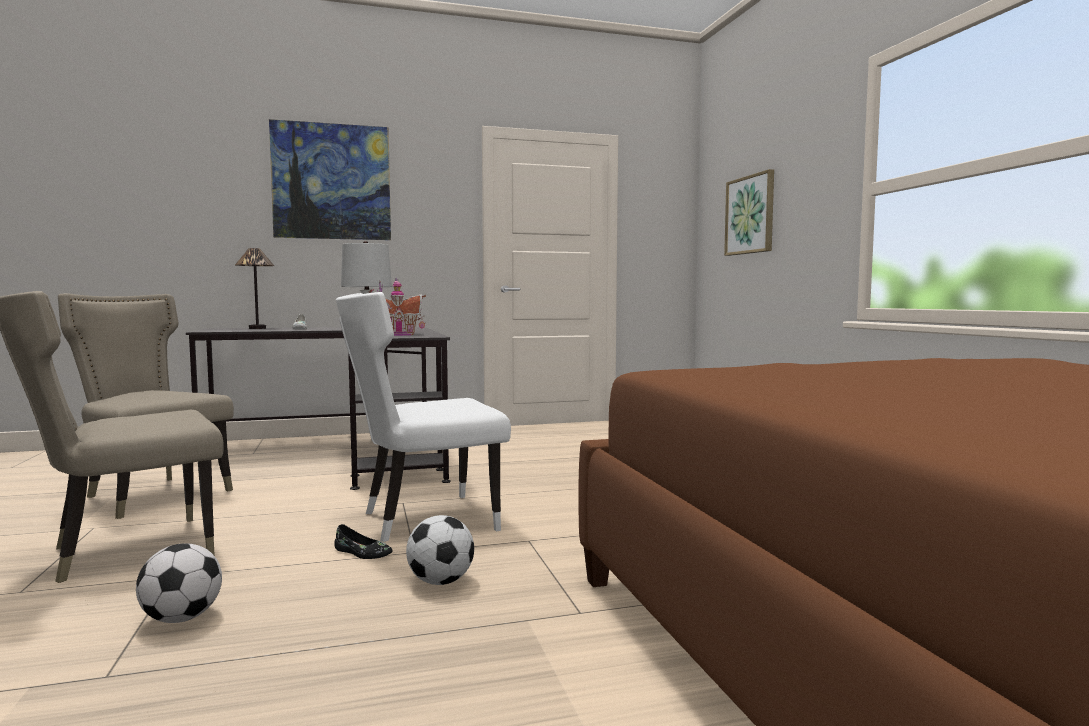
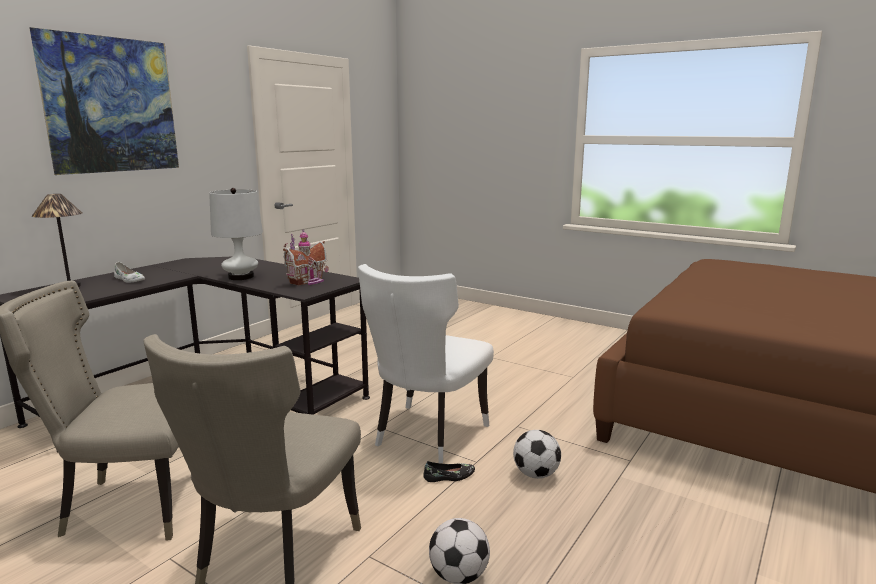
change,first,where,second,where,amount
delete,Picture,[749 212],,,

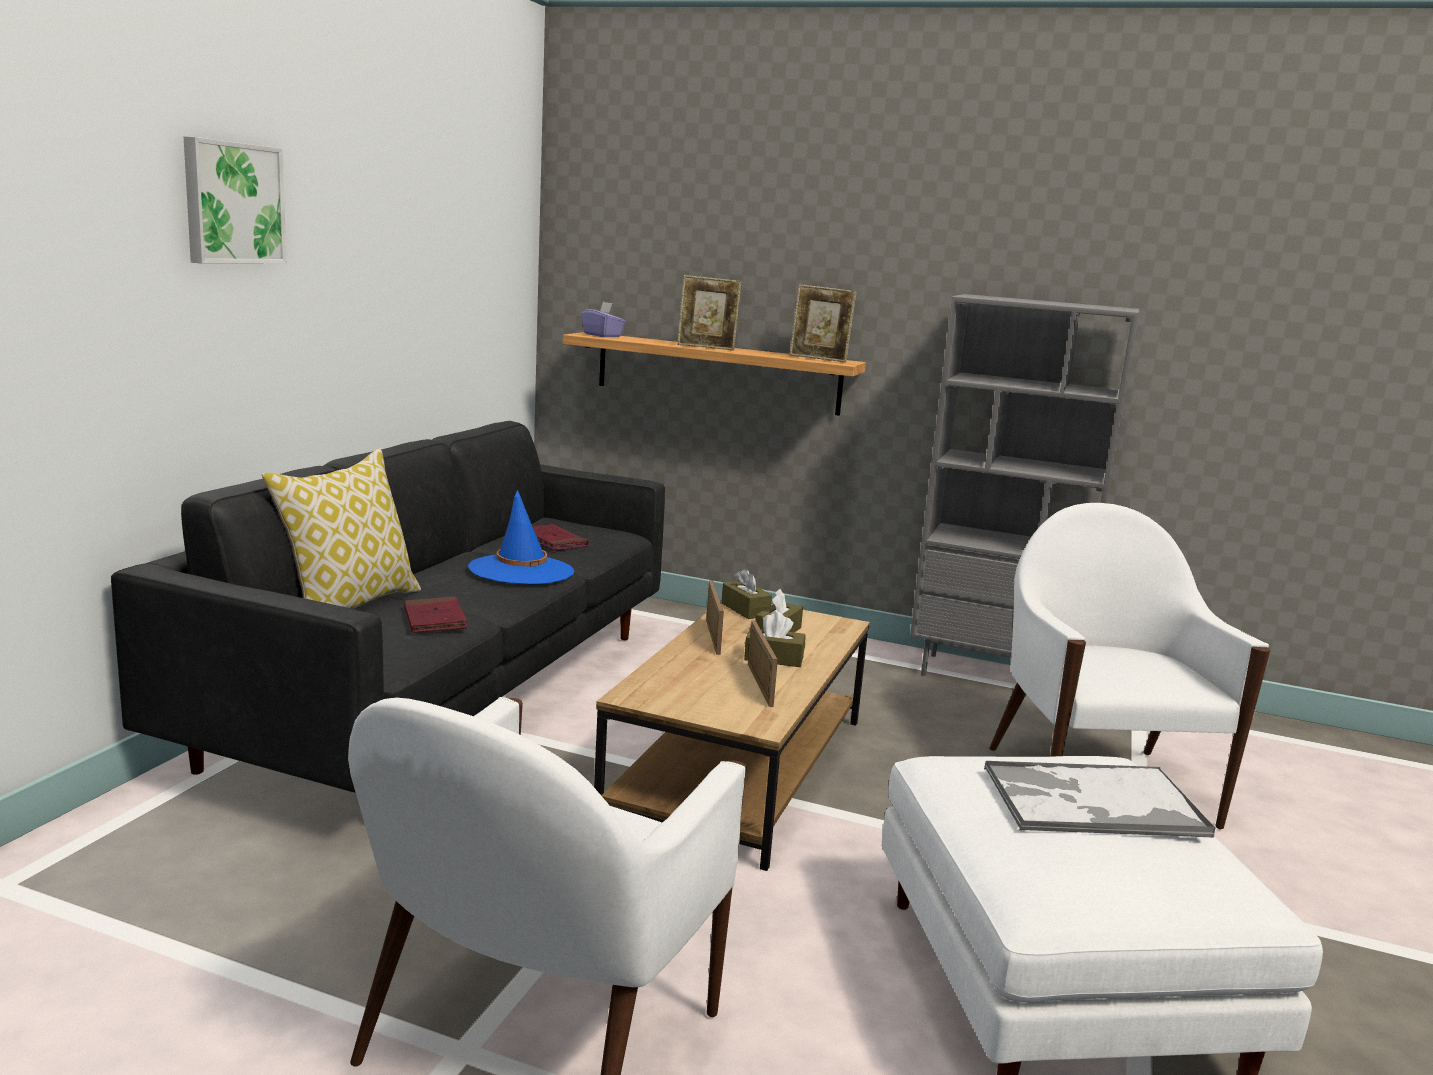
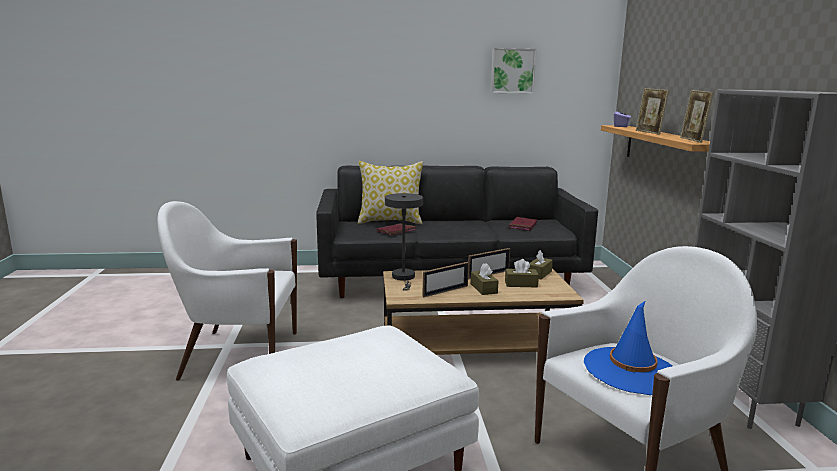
change,first,where,second,where,amount
delete,Tray,[1099 799],,,
insert,,,GreyTableLamp,[404 242],
move,Picture,[235 200],,[514 71],
move,BlueHat,[521 537],,[628 348],

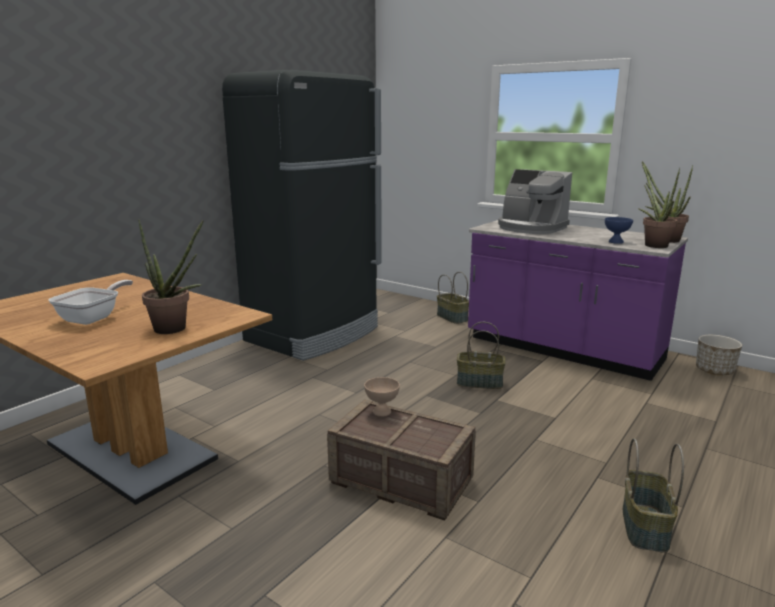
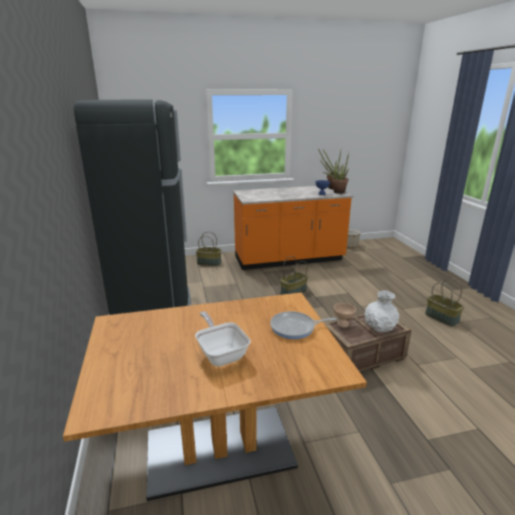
change,first,where,second,where,amount
delete,CoffeeMachine,[535 201],,,
insert,,,WhiteVase,[382 311],
replace,PottedPlant,[171 277],FryingPan,[303 325],
recolor,PurpleCounter,[578 300],OrangeCounter,[293 228],

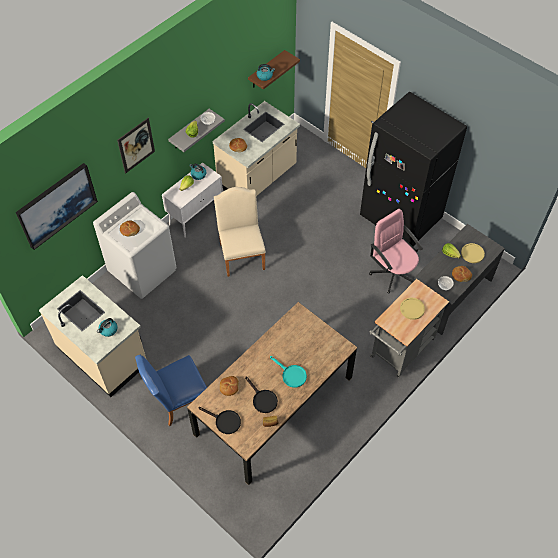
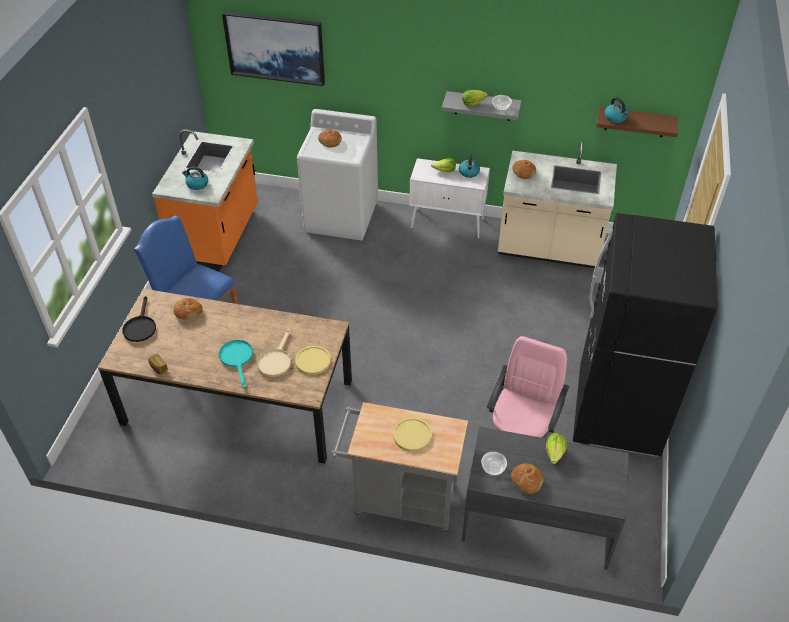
change,first,where,second,where,amount
delete,Picture,[136 145],,,
delete,BeigeChair,[240 232],,,
delete,BlackFryingPan,[261 395],,,
insert,,,BeigeFryingPan,[274 353],
move,YellowPlate,[473 253],,[313 360],
recolor,BeigeCounter,[93 336],OrangeCounter,[205 201],
rotate,TurquoiseFryingPan,[288 372],,[236 364],150 degrees clockwise

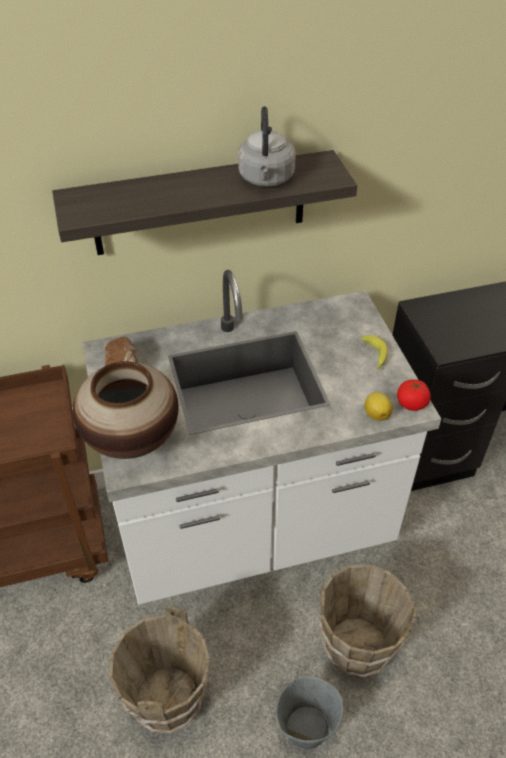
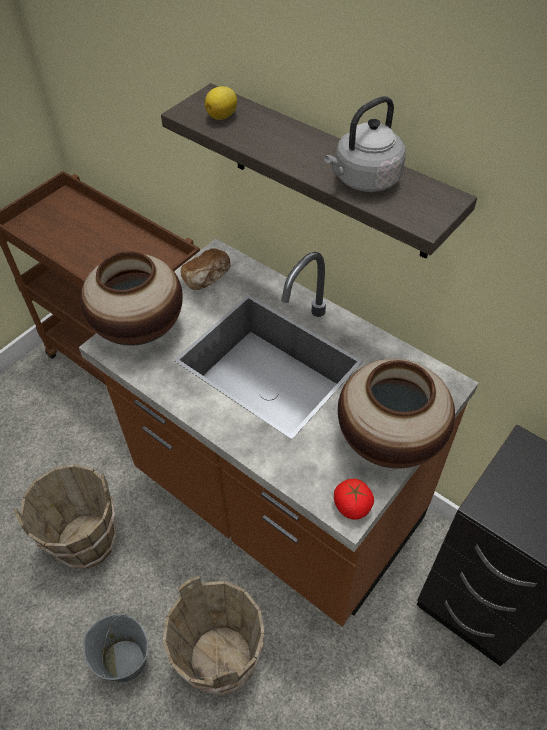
change,first,where,second,where,amount
move,Lemon,[379 406],,[221 103],
replace,Banana,[374 352],Vase,[396 414],
recolor,WhiteCounter,[261 437],BrownCounter,[278 432],

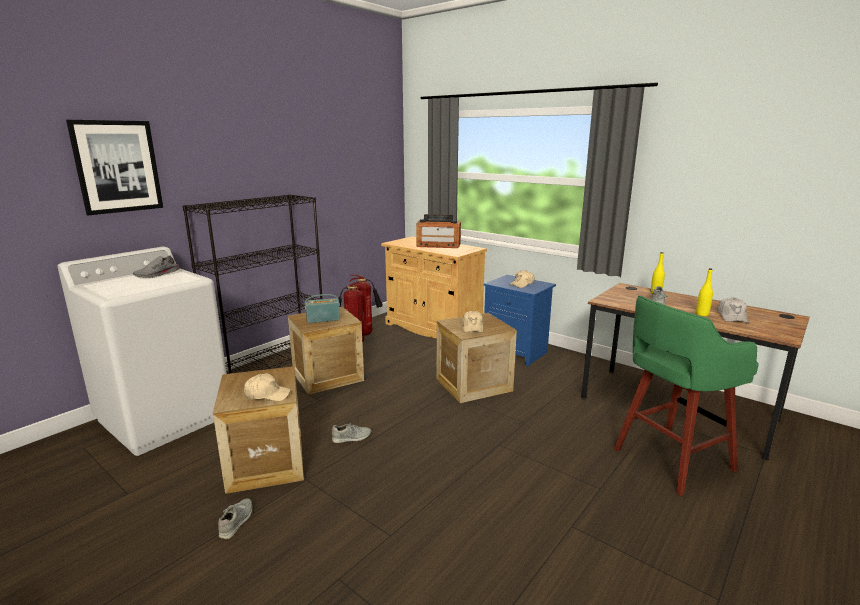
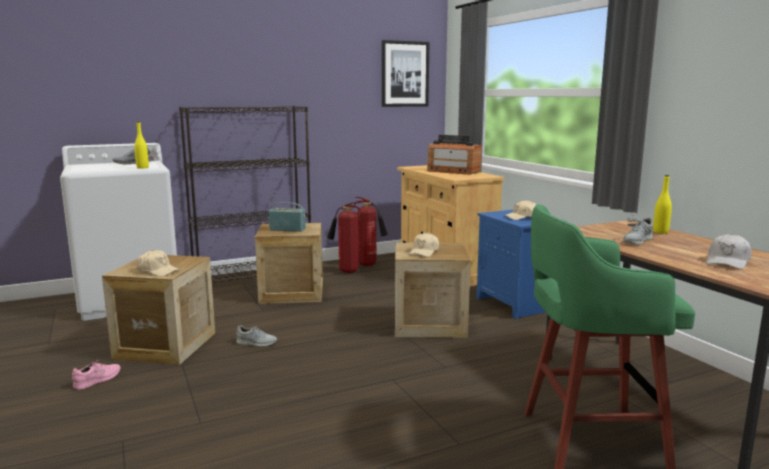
change,first,where,second,where,amount
move,Picture,[114 167],,[405 73],
move,YellowBottle,[704 292],,[141 145],
recolor,GreyShoe,[235 519],PinkShoe,[96 375],

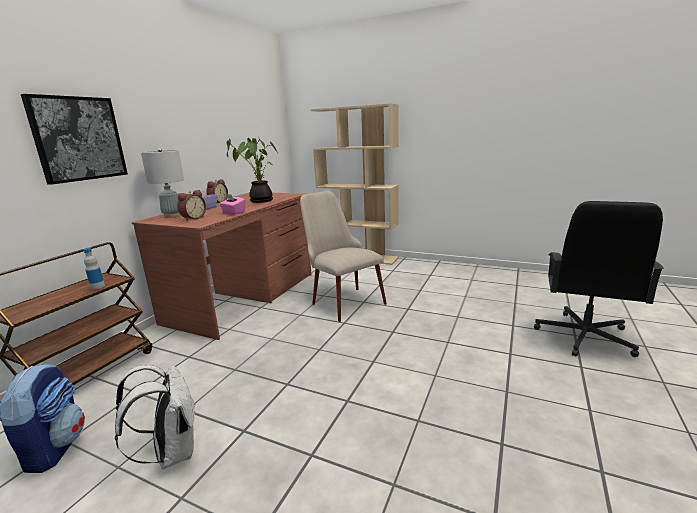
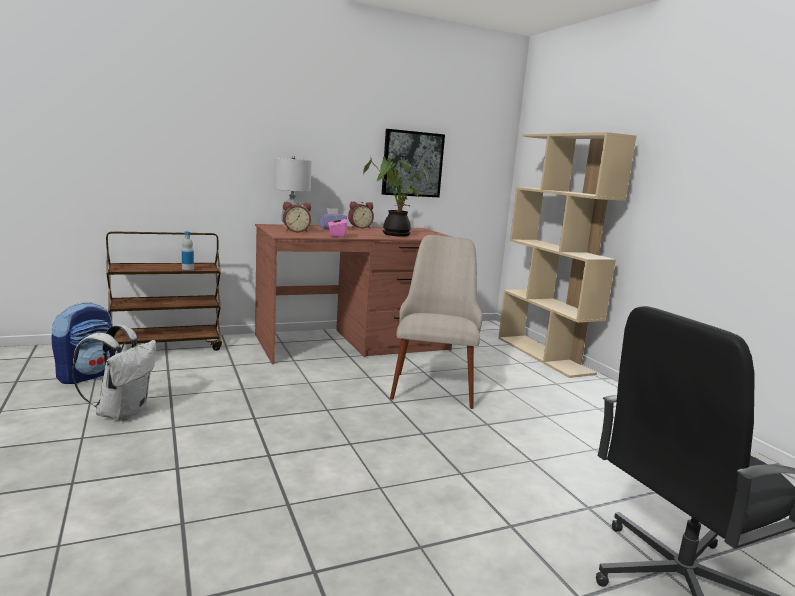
change,first,where,second,where,amount
move,Picture,[74 139],,[413 163],

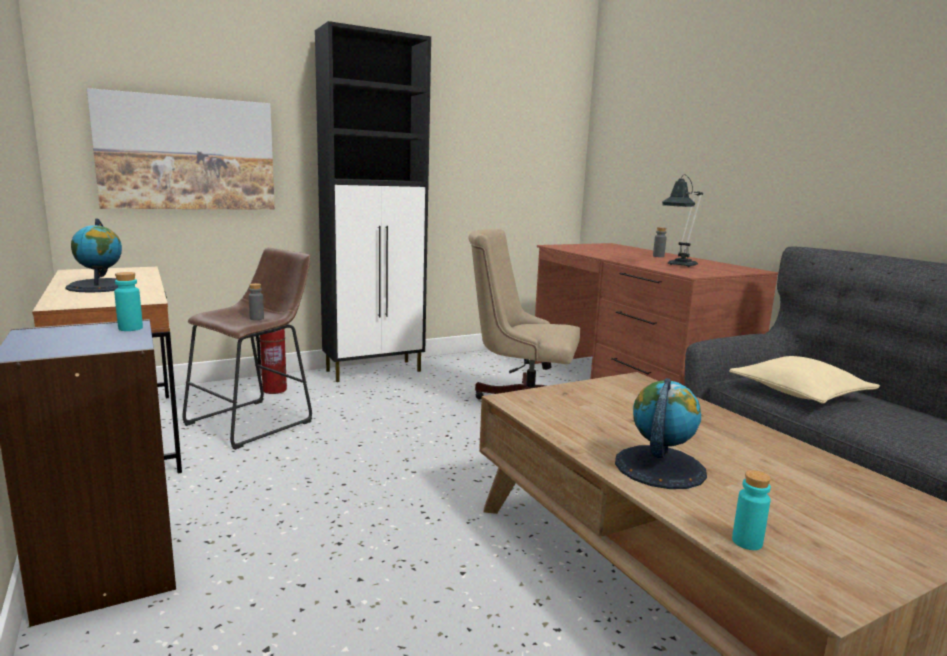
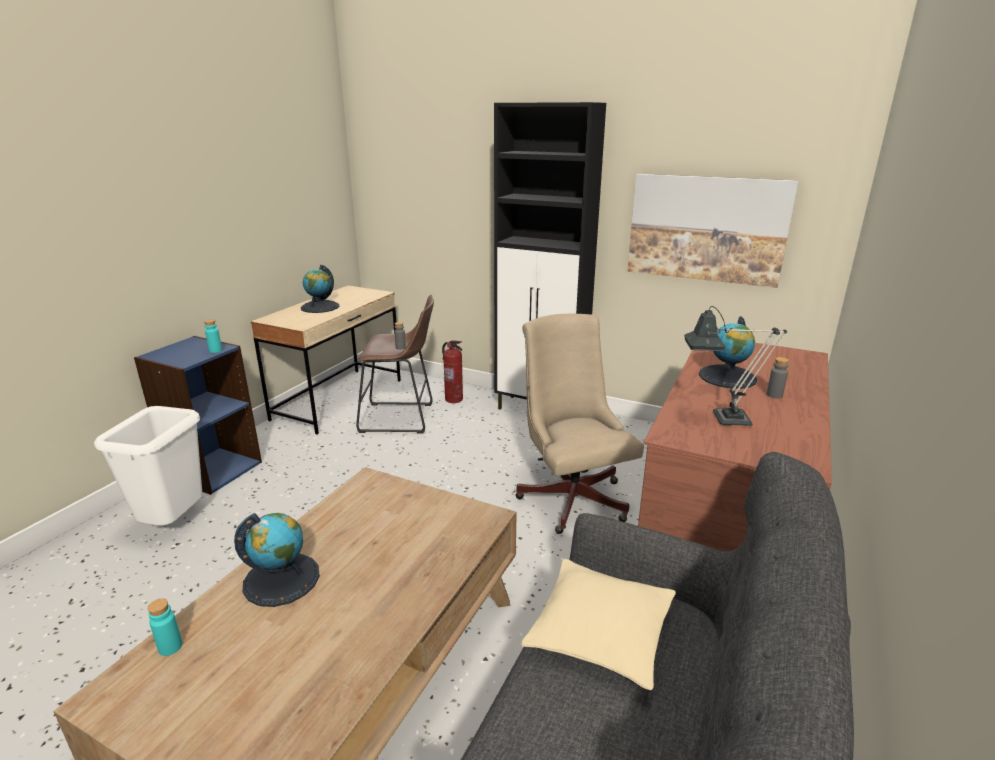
change,first,where,second,where,amount
insert,,,WhiteTrashCan,[148 466],
insert,,,Globe,[728 352],
move,Picture,[181 149],,[712 231],

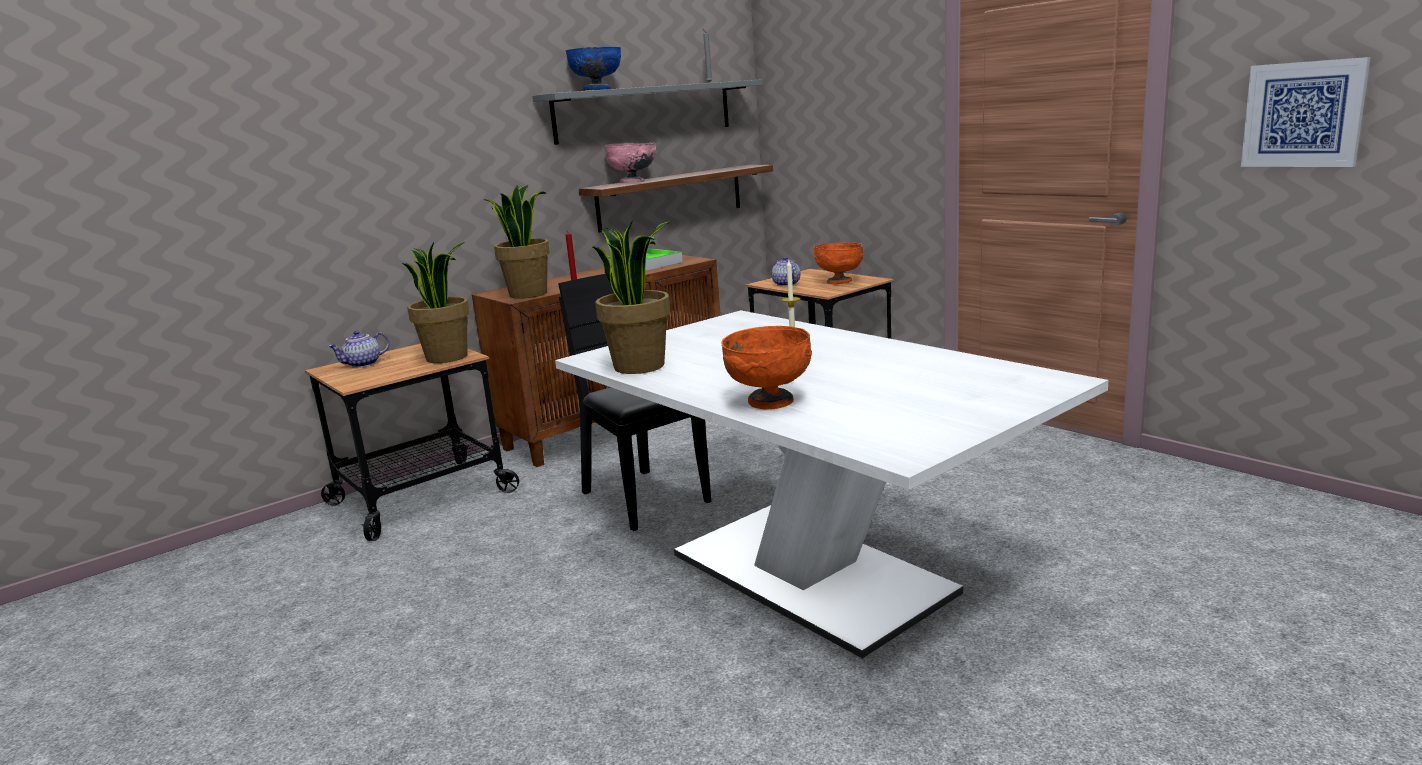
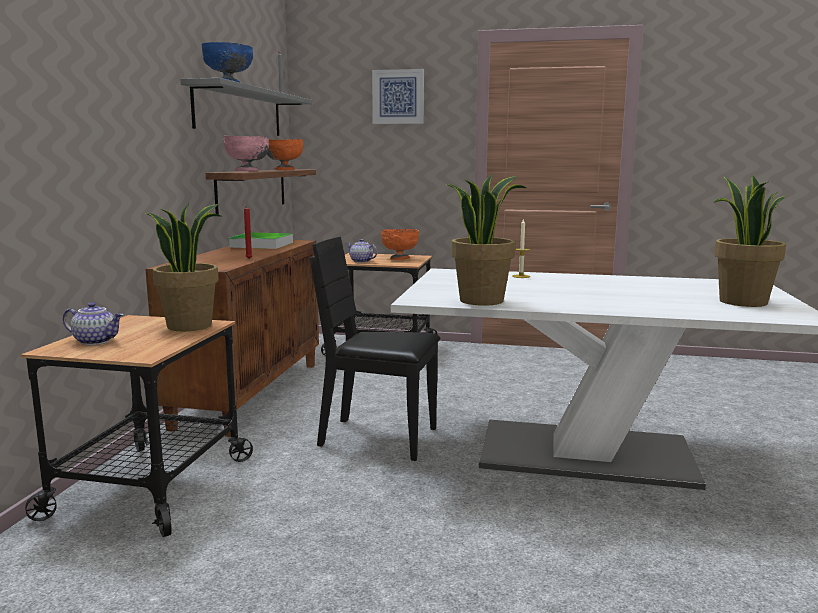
change,first,where,second,where,amount
move,PottedPlant,[516 241],,[750 241],
move,OrangeBowl,[766 368],,[285 154],
move,Picture,[1305 112],,[398 96],
rotate,Teapot,[358 349],,[93 323],90 degrees counterclockwise

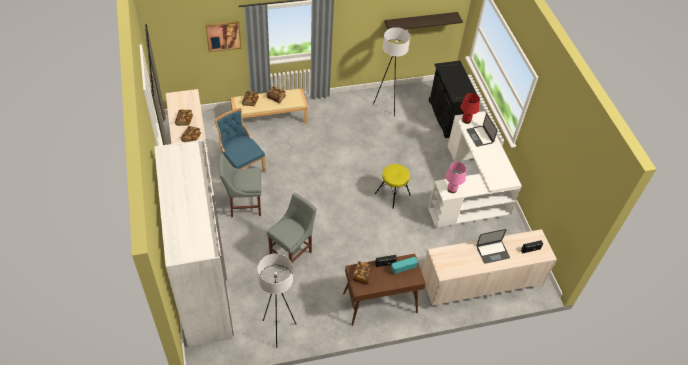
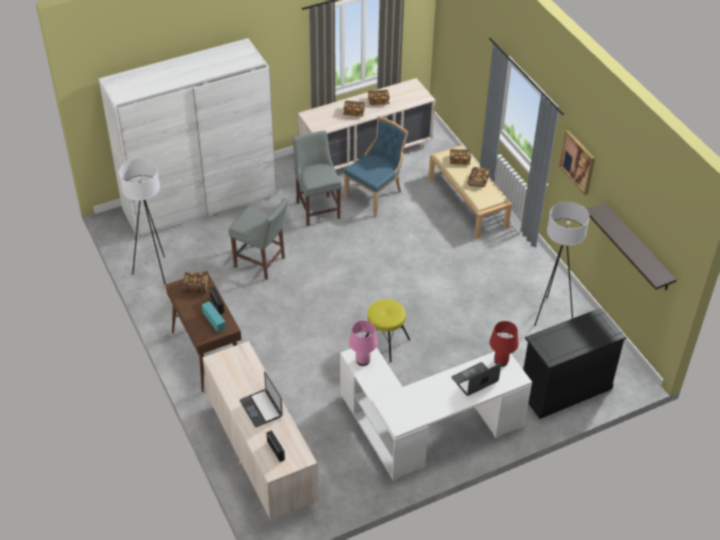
change,first,where,second,where,amount
move,Picture,[223 36],,[577 162],

